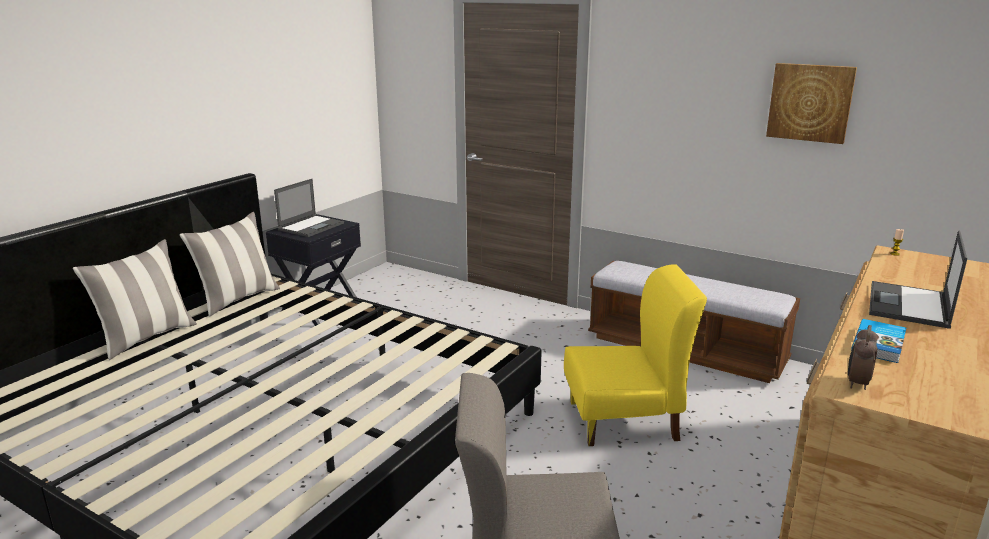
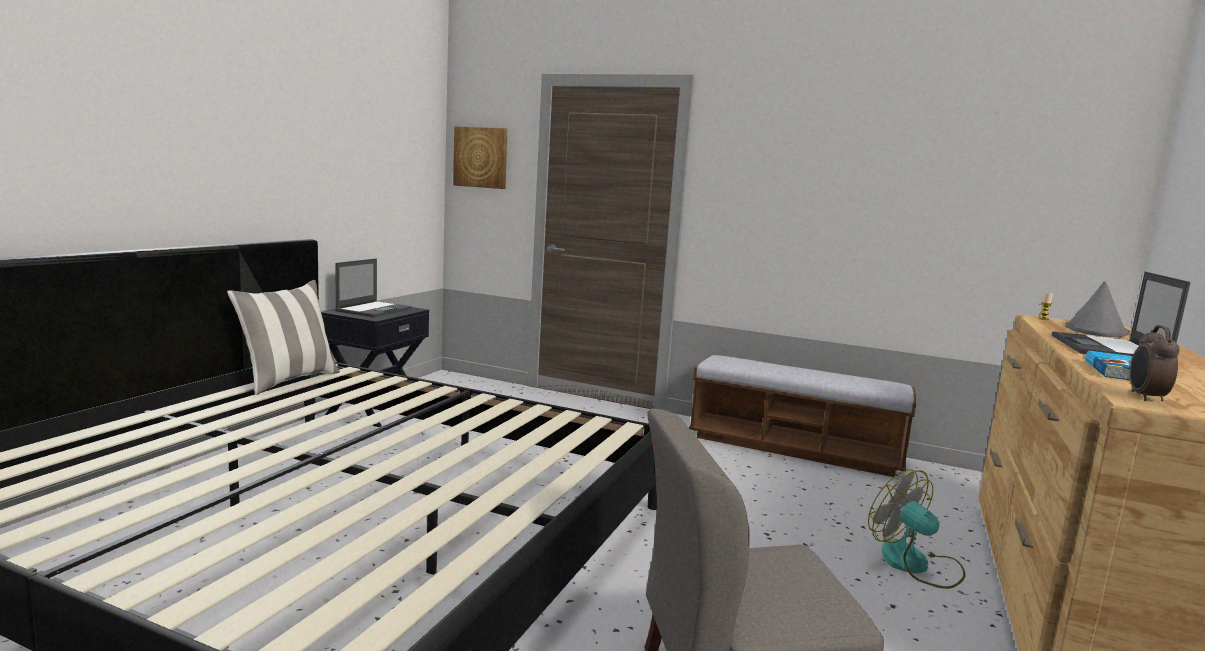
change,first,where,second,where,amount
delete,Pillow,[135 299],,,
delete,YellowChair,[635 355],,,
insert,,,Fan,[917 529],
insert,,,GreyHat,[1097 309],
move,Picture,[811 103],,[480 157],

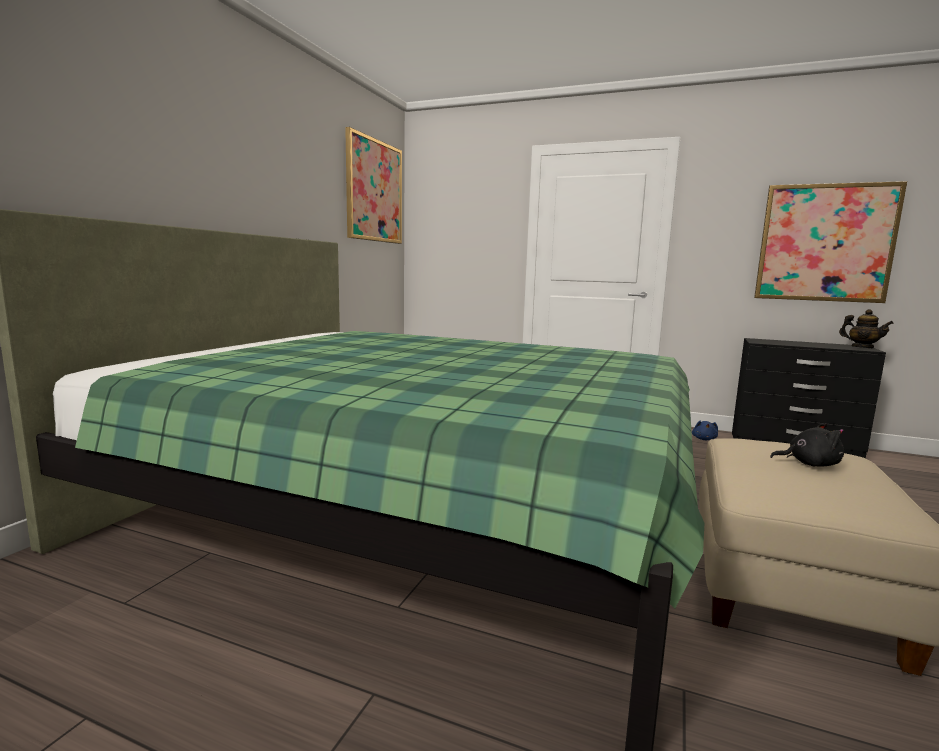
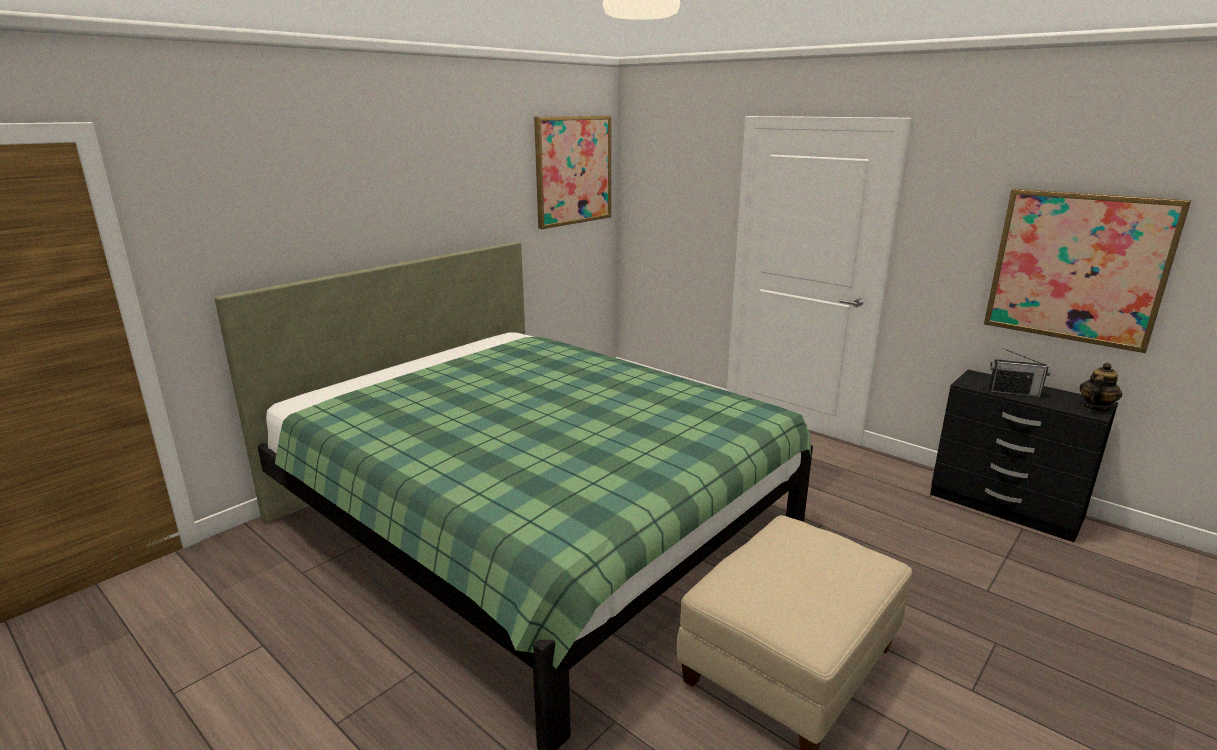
change,first,where,second,where,amount
delete,BluePlushToy,[705 430],,,
delete,BlackPlushToy,[807 445],,,
insert,,,Radio,[1020 372],
rotate,Teapot,[866 328],,[1101 387],105 degrees counterclockwise

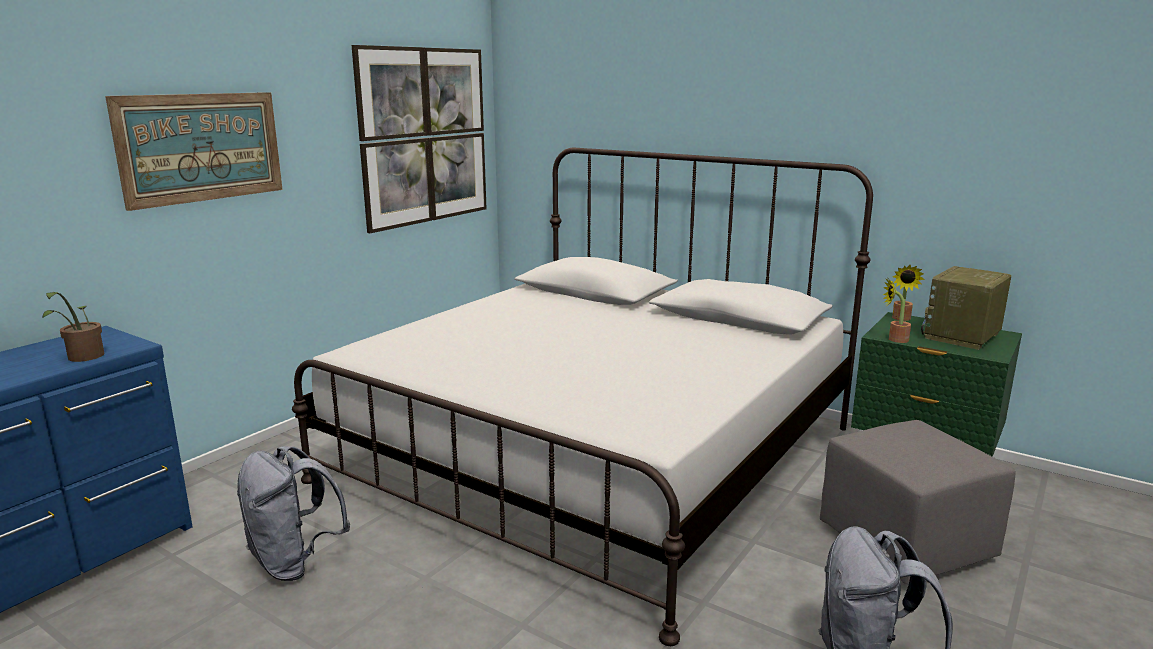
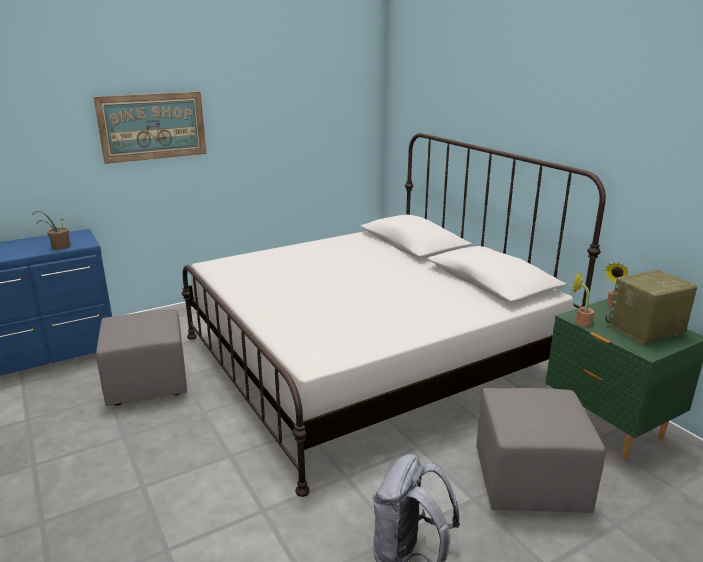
change,first,where,second,where,amount
delete,Picture,[419 139],,,
replace,GreyBackpack,[293 513],GreyOttoman,[141 357],

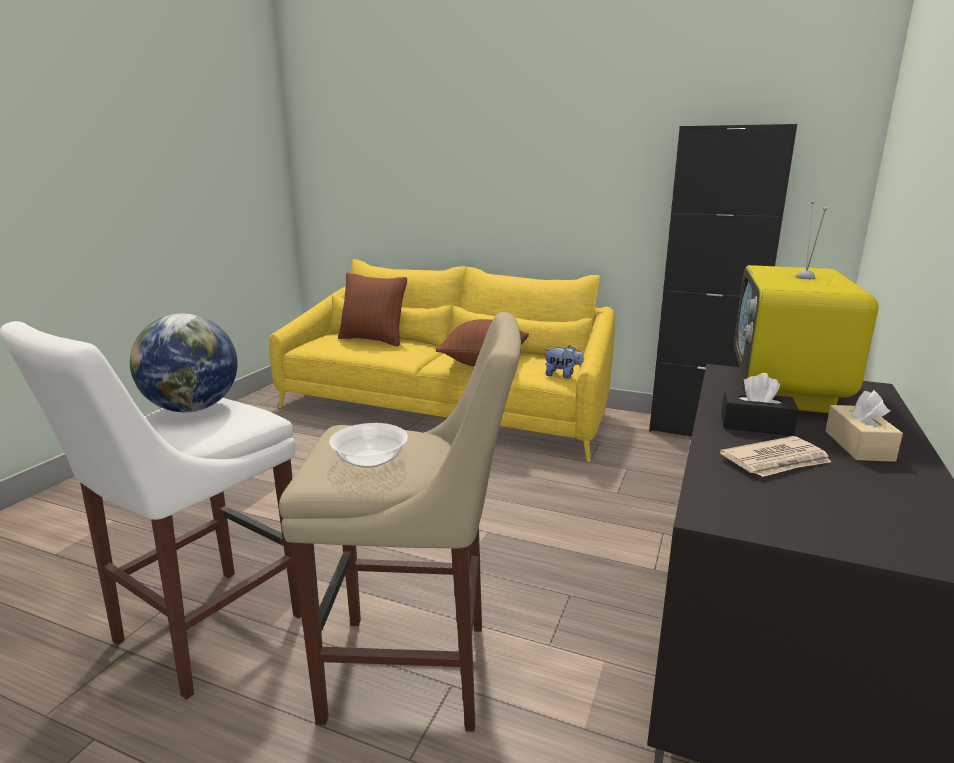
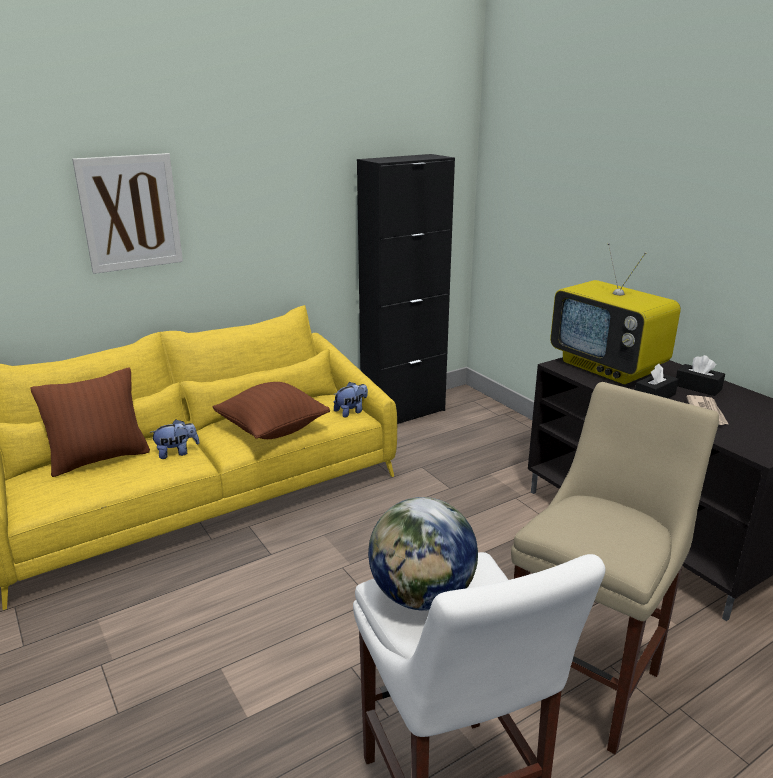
change,first,where,second,where,amount
delete,Bowl,[368 445],,,
insert,,,Picture,[127 213],
insert,,,PlushToy,[174 439],
recolor,BeigeTissueBox,[864 426],BlackTissueBox,[700 375],

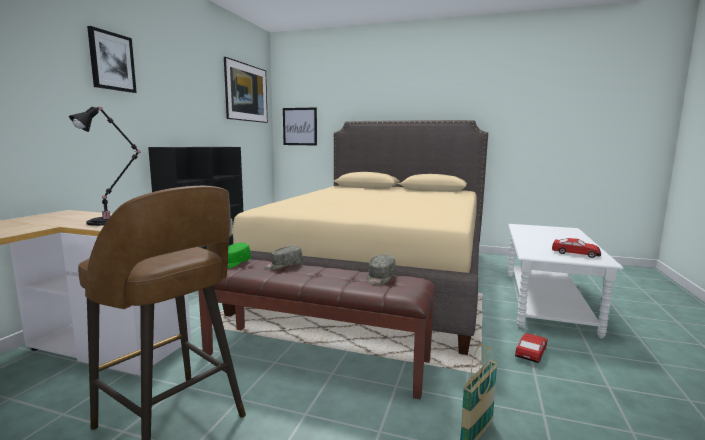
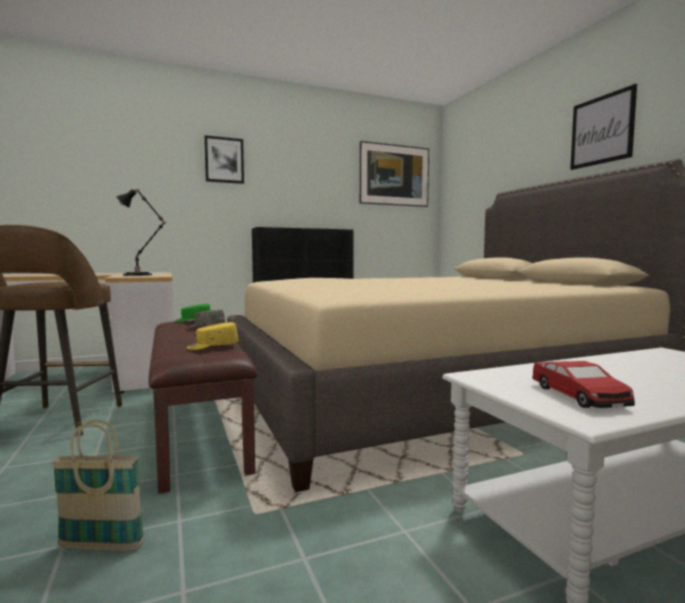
change,first,where,second,where,amount
delete,ToyCar,[531 348],,,
move,Picture,[300 126],,[603 127],
recolor,GreyCap,[381 270],YellowCap,[212 336],

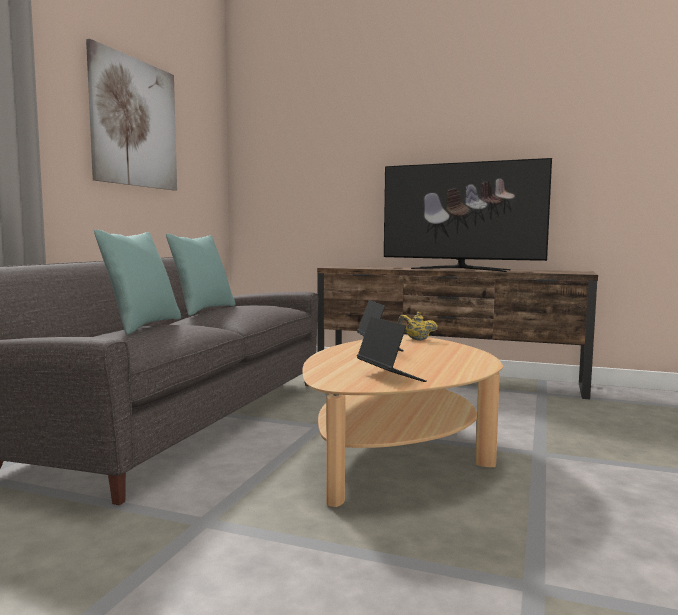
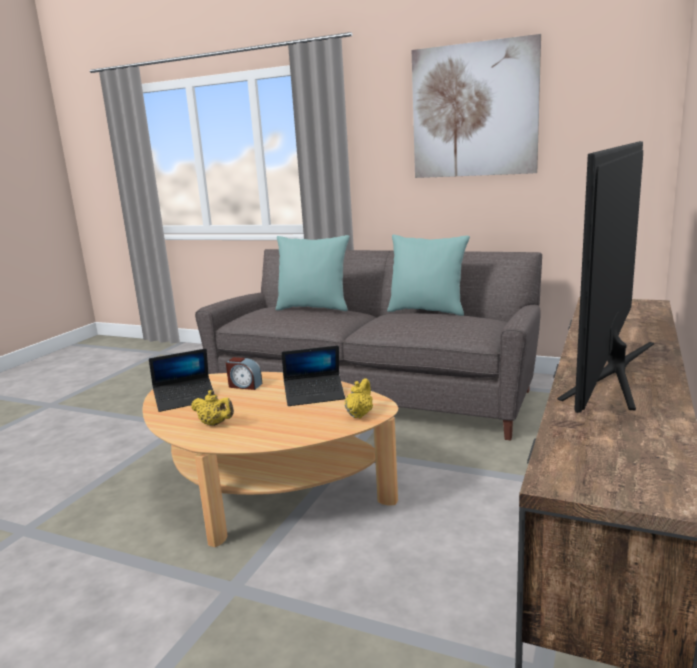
change,first,where,second,where,amount
insert,,,YellowTeapot,[212 408],
insert,,,AlarmClock,[244 373],

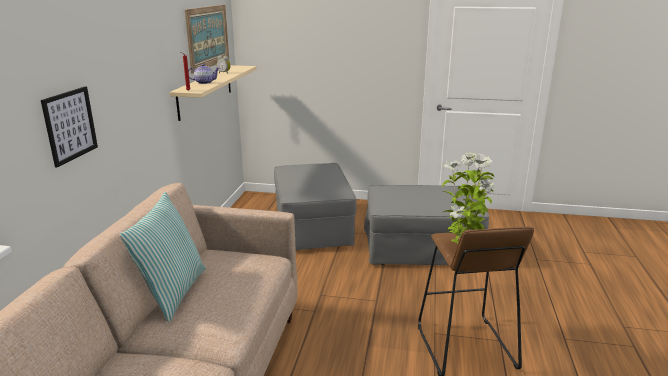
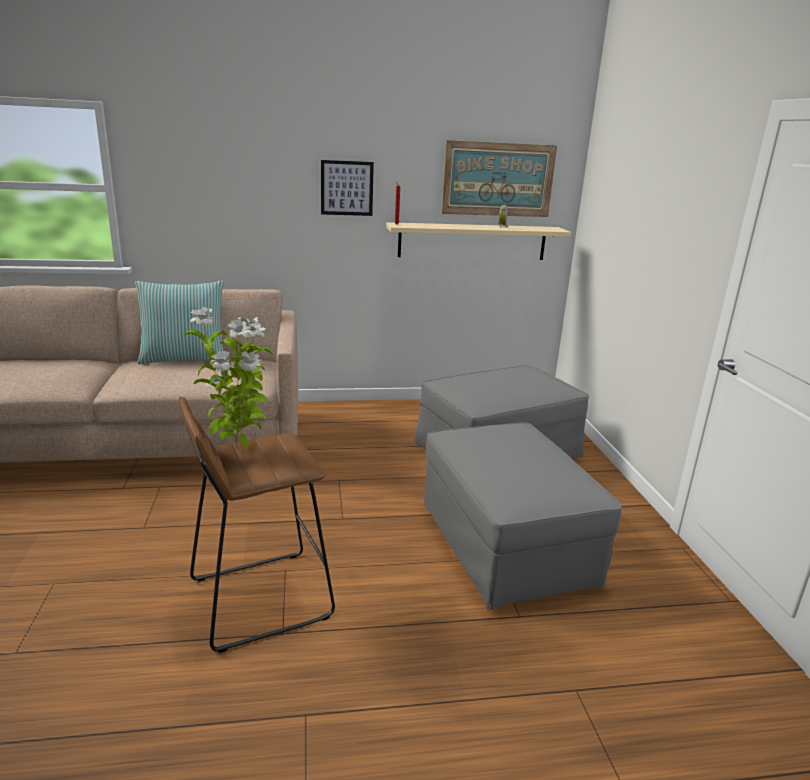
change,first,where,second,where,amount
delete,Teapot,[204 74],,,
move,Picture,[69 127],,[347 188],

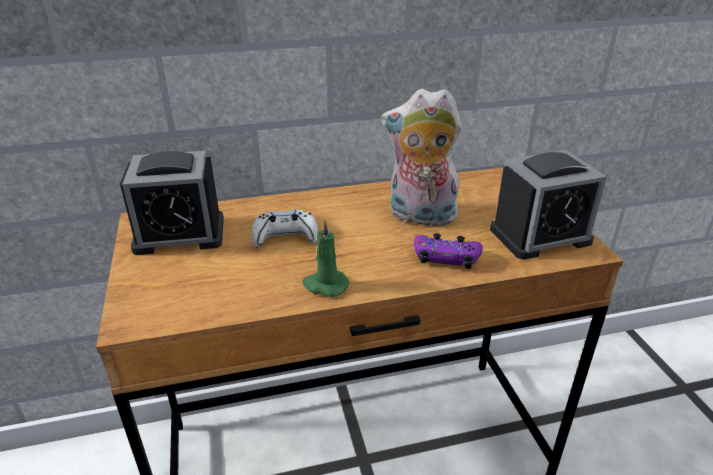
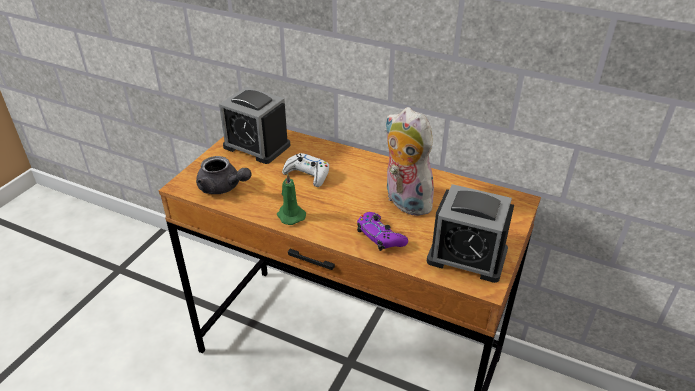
change,first,where,second,where,amount
insert,,,GreyTeapot,[224 175],

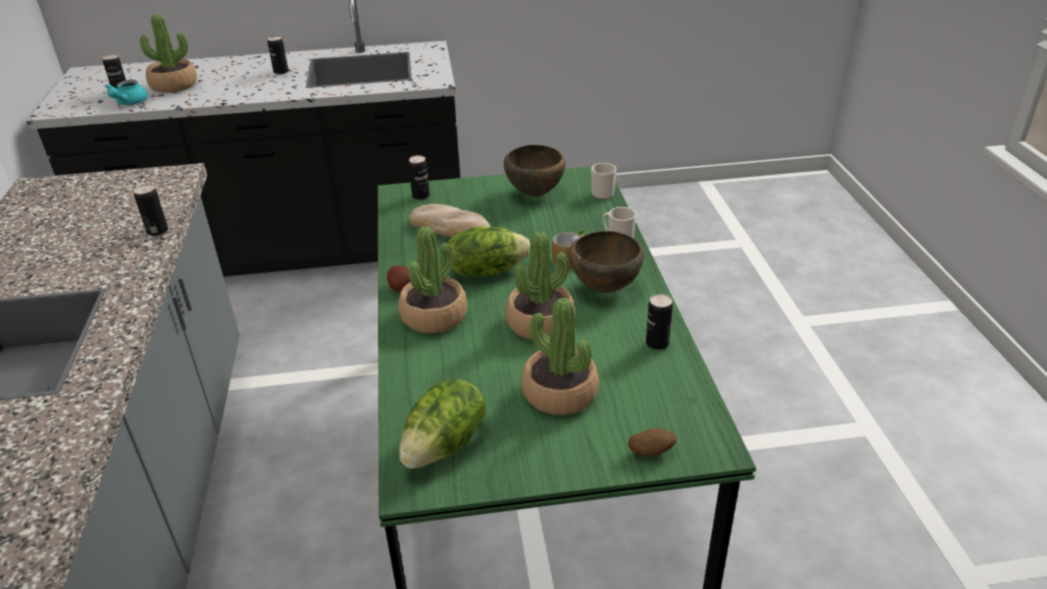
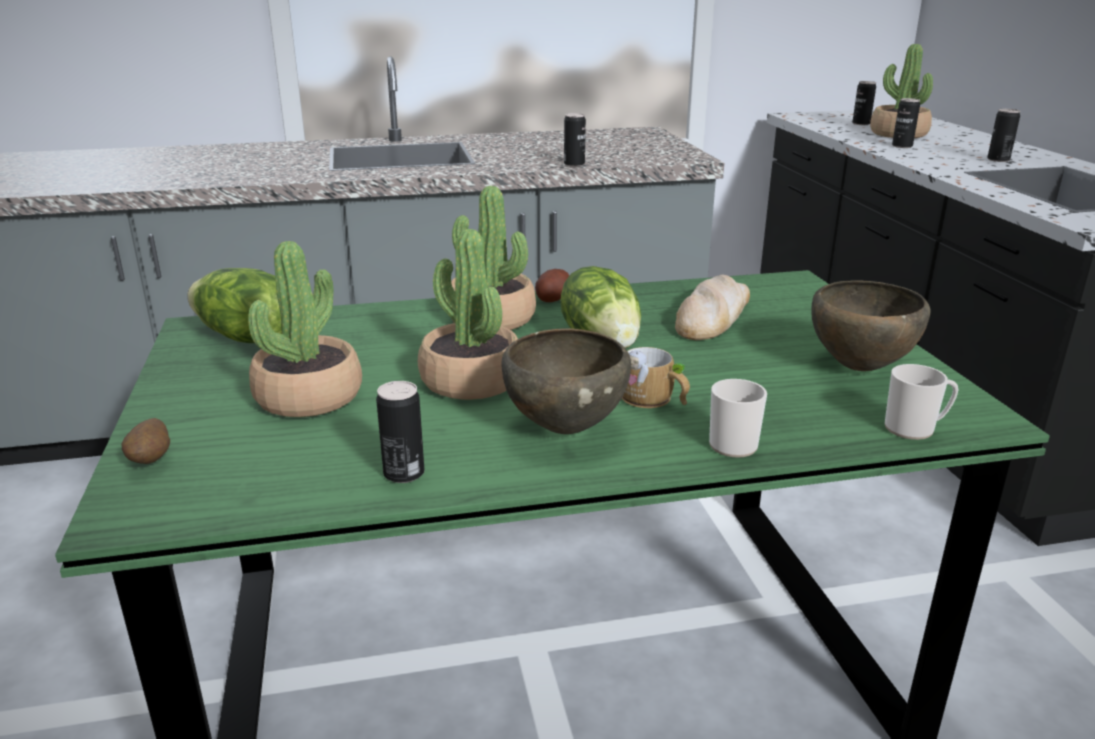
change,first,where,second,where,amount
delete,TurquoiseTeapot,[126 92],,,
move,Can,[419 177],,[906 123],

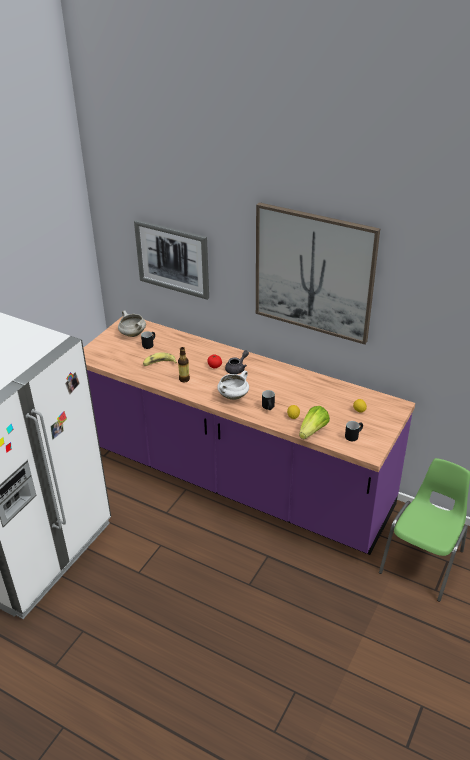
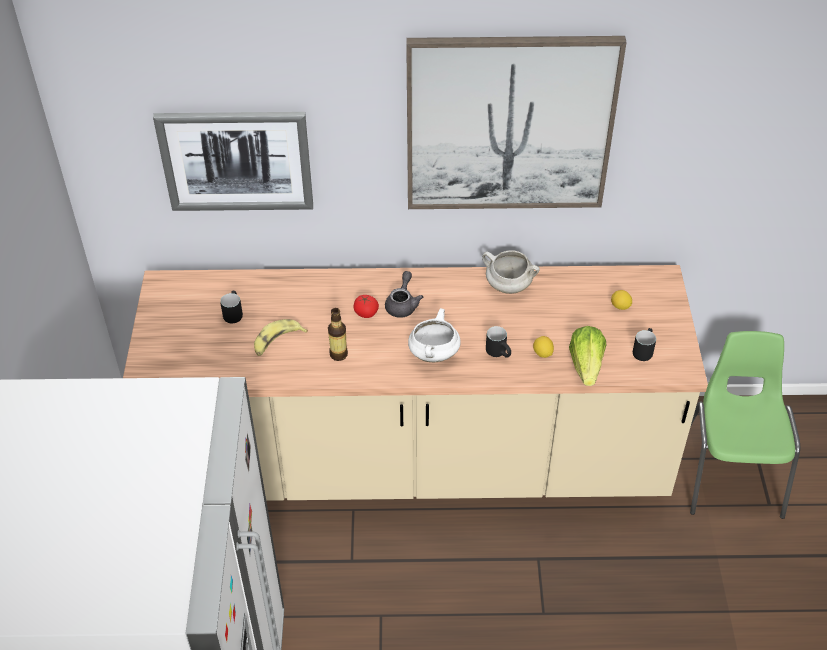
change,first,where,second,where,amount
move,WhiteCookingPot,[132 323],,[511 272],
recolor,PurpleCounter,[249 435],BeigeCounter,[415 383],

